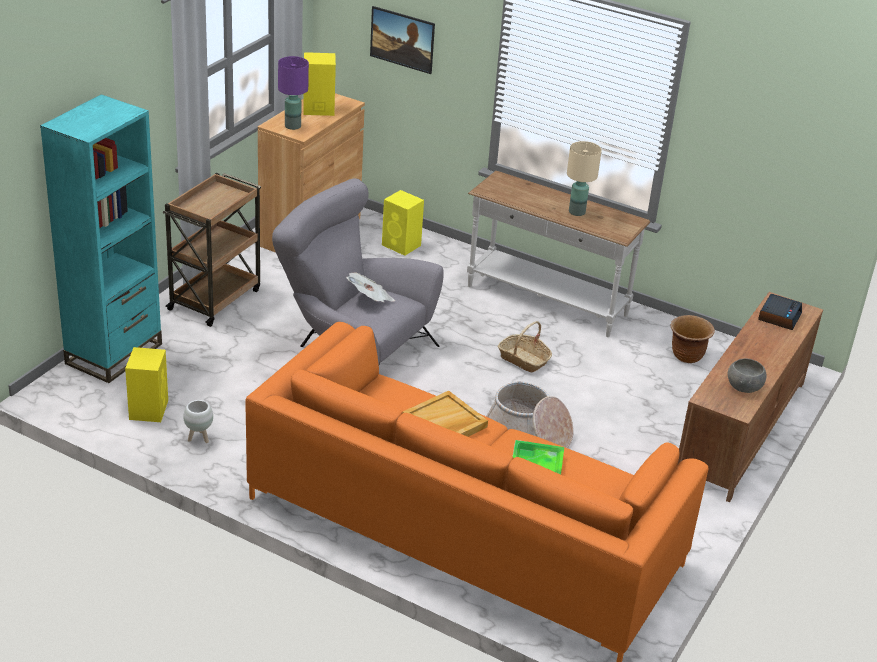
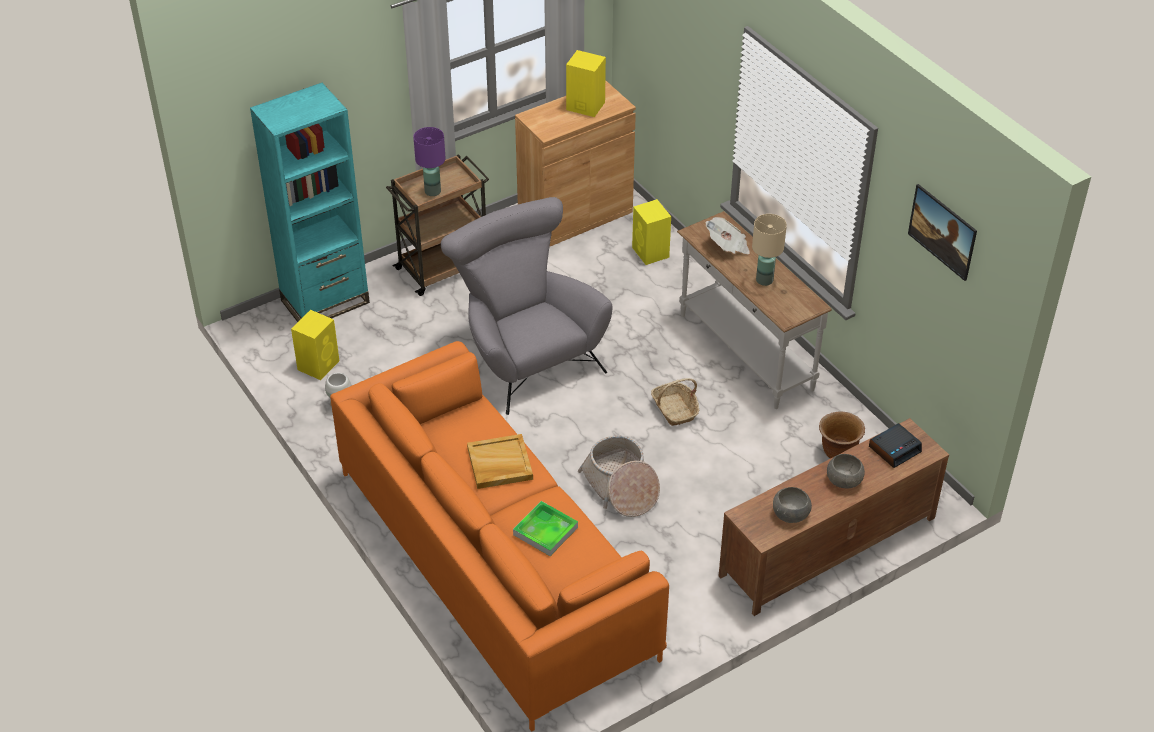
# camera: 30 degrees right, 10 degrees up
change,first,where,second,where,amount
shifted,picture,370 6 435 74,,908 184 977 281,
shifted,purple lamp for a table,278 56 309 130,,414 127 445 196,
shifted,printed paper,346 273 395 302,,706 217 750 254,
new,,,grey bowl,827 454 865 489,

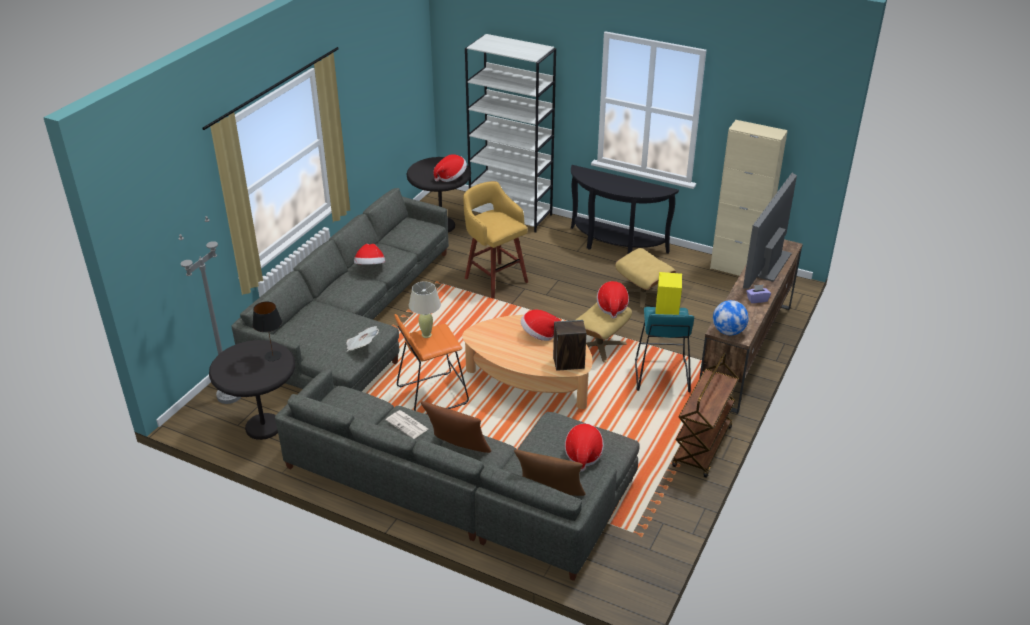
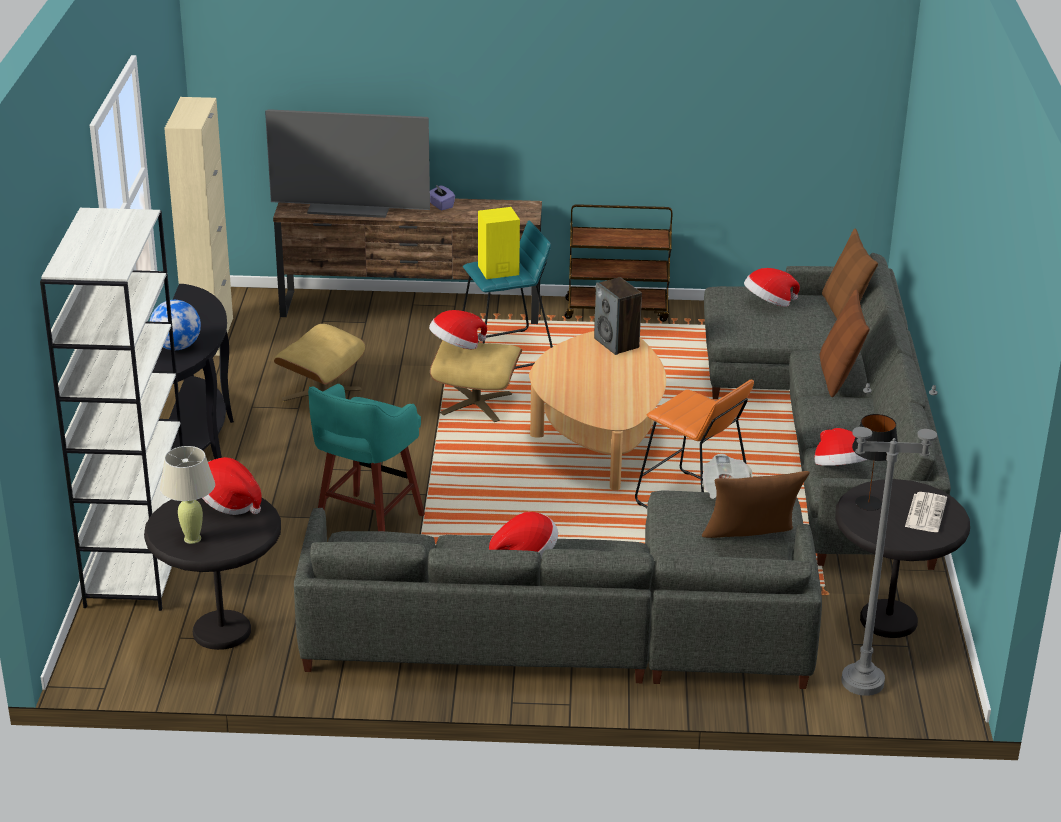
# camera: 115 degrees left, 5 degrees down
change,first,where,second,where,amount
repainted,yellow-coloured stool,463 181 528 299,turquoise stool,308 384 425 531,
shifted,beige lamp for a table,409 281 441 338,,160 446 215 544,
shifted,globe,713 300 749 335,,150 300 201 350,
shifted,hat,521 310 560 341,,814 428 868 466,
shifted,printed paper,385 410 428 439,,905 492 947 532,
new,,,brownish throw pillow,702 471 810 538,

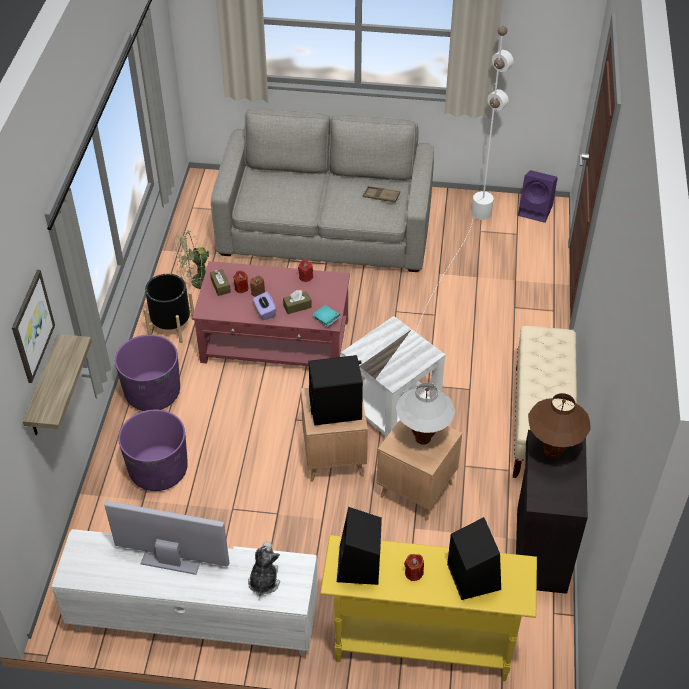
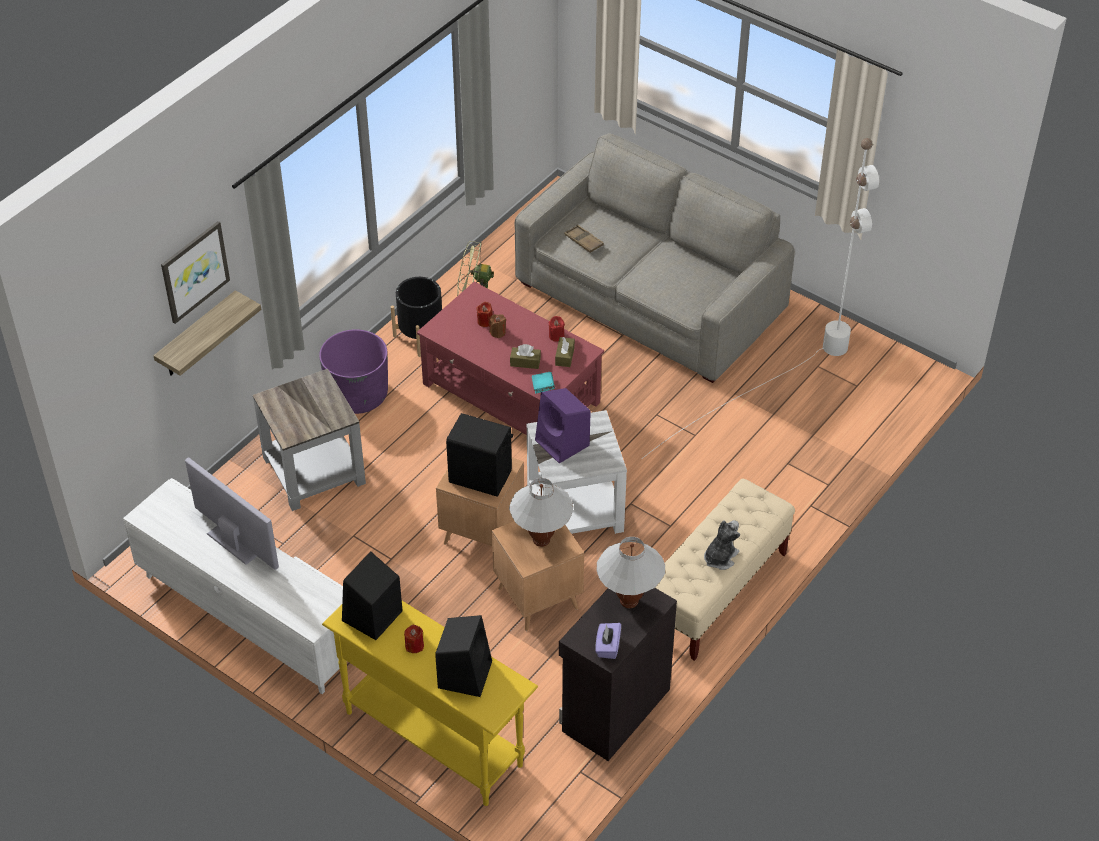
# camera: 30 degrees right, 0 degrees up
change,first,where,second,where,amount
shifted,purple loudspeaker,518 170 558 223,,535 388 591 463,
shifted,brownish carrying tray,363 186 400 202,,564 225 604 253,
shifted,brownish box of tissues,210 269 231 296,,555 337 575 367,
shifted,purple box of tissues,253 292 276 320,,595 623 621 659,
repainted,brownish lamp for a table,528 393 591 459,white lamp for a table,596 537 665 608,
swapped,purple plant pot,118 409 188 491,grey accent table,253 369 366 511,
shifted,soft toy,248 542 280 597,,704 520 740 570,

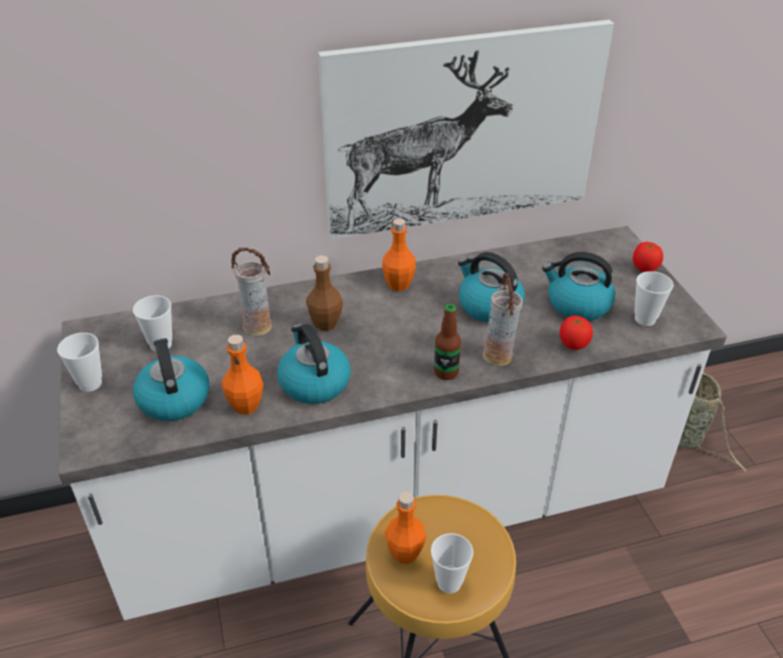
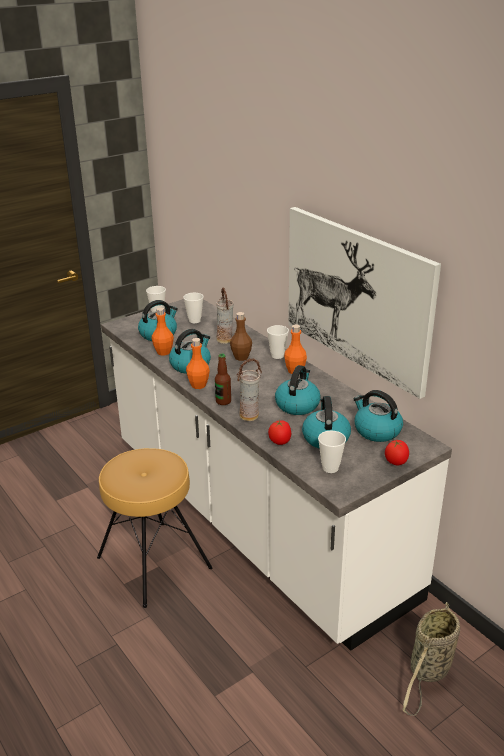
# camera: 70 degrees right, 10 degrees down
change,first,where,second,where,amount
shifted,orange drink bottle,385 492 426 564,,186 338 210 389,
shifted,small cup,431 533 473 594,,267 325 289 359,
new,,,water kettle,353 390 403 442,

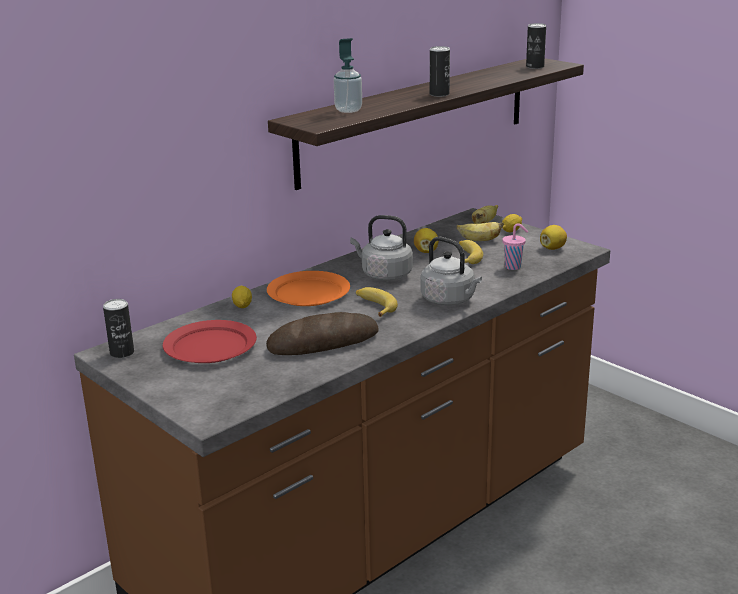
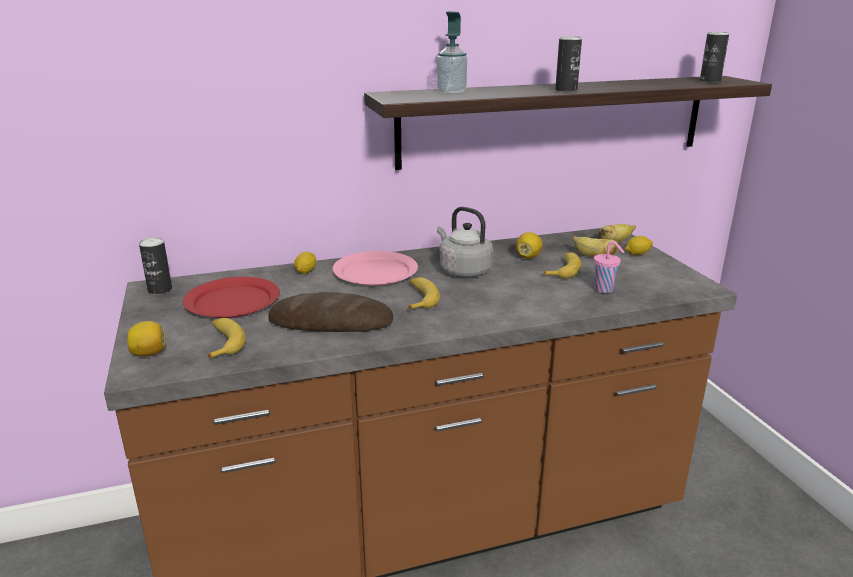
# camera: 25 degrees right, 0 degrees up
change,first,where,second,where,amount
shifted,lemon,540 225 567 250,,127 321 166 356,
gone,grey water kettle,421 237 482 306,,,
repainted,orange plate,267 271 350 306,pink plate,333 251 418 286,
new,,,banana fruit,208 318 246 359,

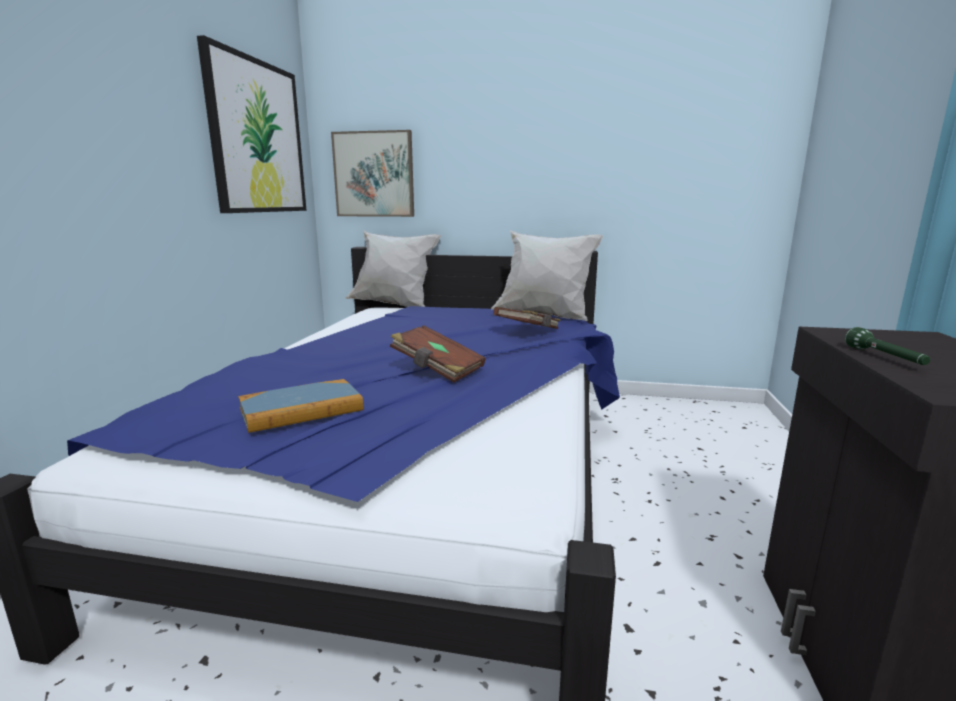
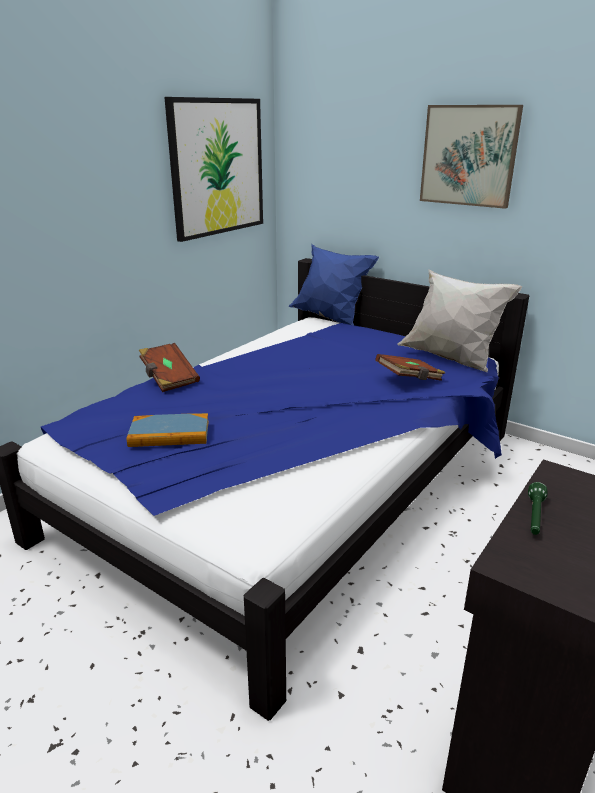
# camera: 25 degrees right, 10 degrees up
change,first,where,second,where,amount
shifted,picture,331 130 414 217,,420 105 523 209,
repainted,white throw pillow,345 230 441 307,bluish throw pillow,289 244 379 326,
shifted,brownish volume,390 325 486 383,,139 343 200 392,

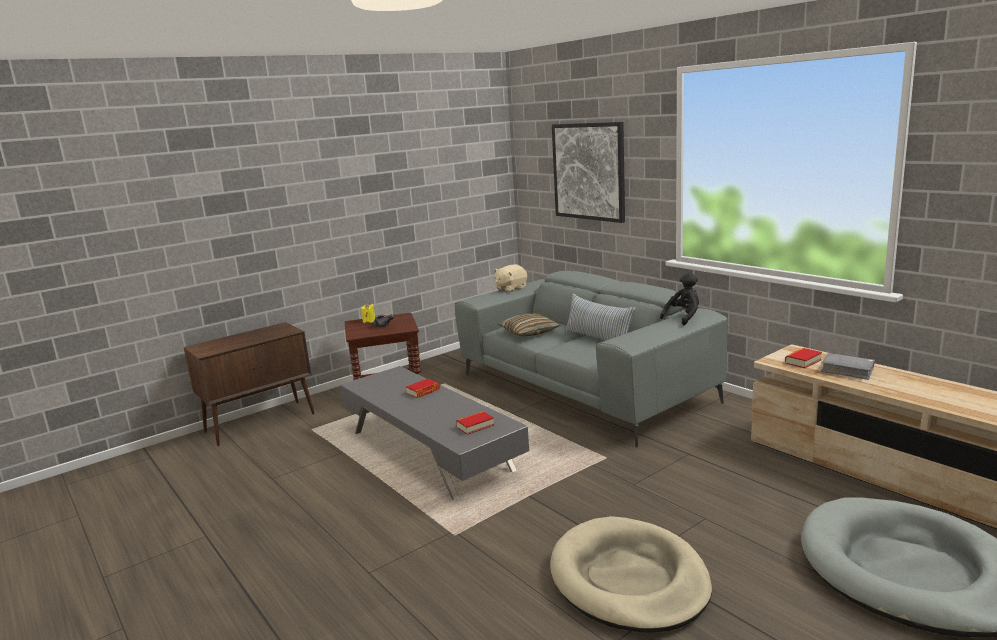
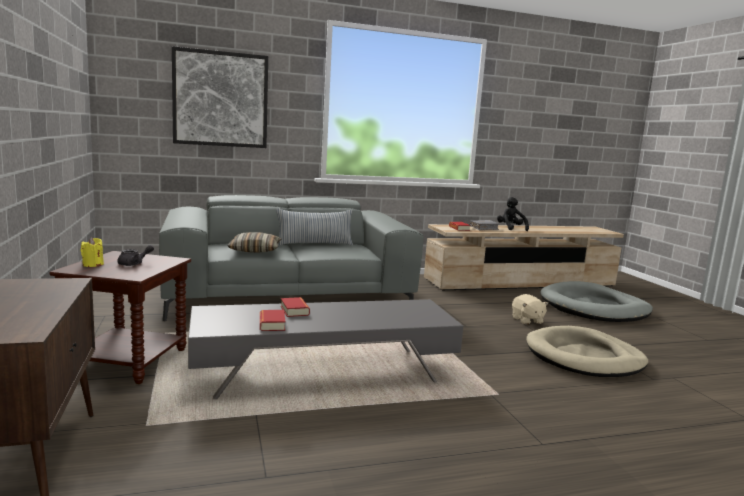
# camera: 70 degrees left, 5 degrees down
change,first,where,second,where,amount
shifted,beige soft toy,494 264 527 292,,512 294 549 325,
shifted,blackish soft toy,660 273 699 325,,497 197 529 231,
shifted,volume,456 411 494 435,,260 310 285 331,

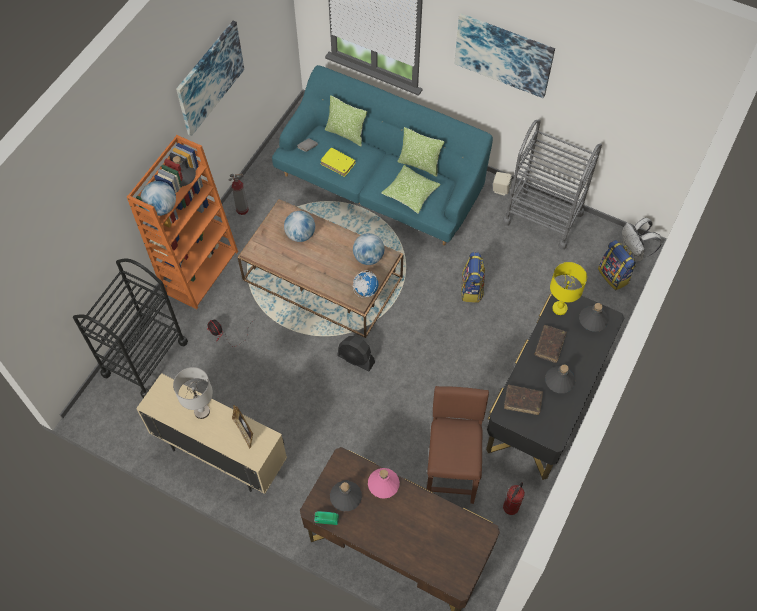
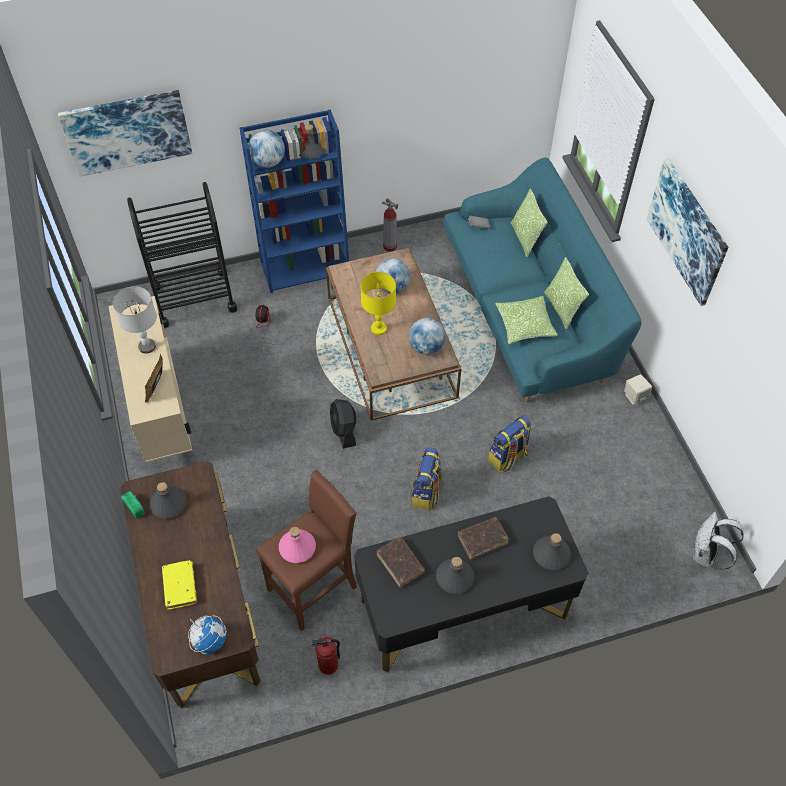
# camera: 45 degrees right, 5 degrees down
change,first,where,second,where,amount
shifted,picture,176 21 245 136,,58 90 192 177,
gone,grey wheeled cart,502 119 602 250,,,
repainted,orange bookshelf,127 135 238 309,bluish bookshelf,239 110 349 293,
shifted,yellow-coloured volume,321 148 356 177,,162 560 197 610,
shifted,backpack,598 240 636 290,,410 447 443 510,
shifted,yellow-coloured lamp for a table,550 262 587 315,,360 272 396 335,
shifted,globe,353 270 379 297,,188 616 227 654,
shifted,pink drink bottle,368 468 400 499,,279 527 316 563,

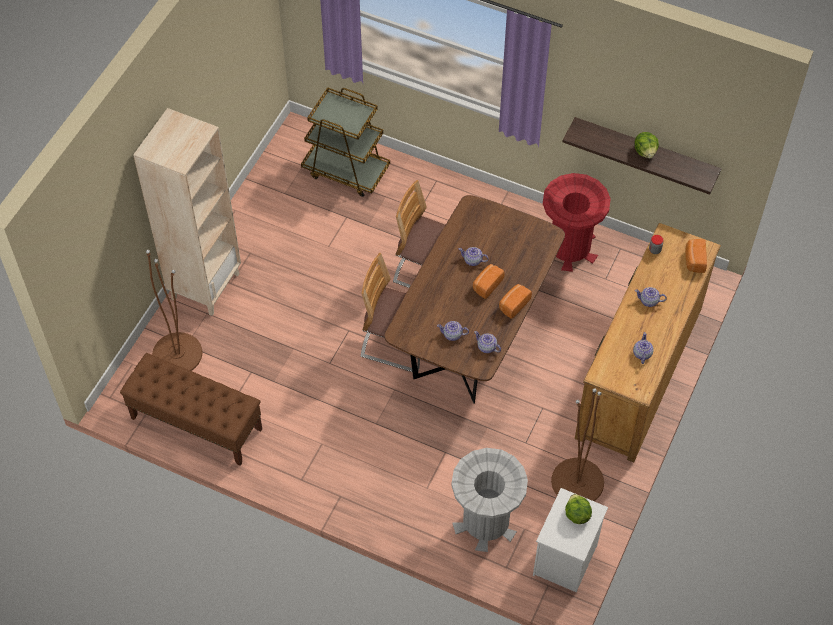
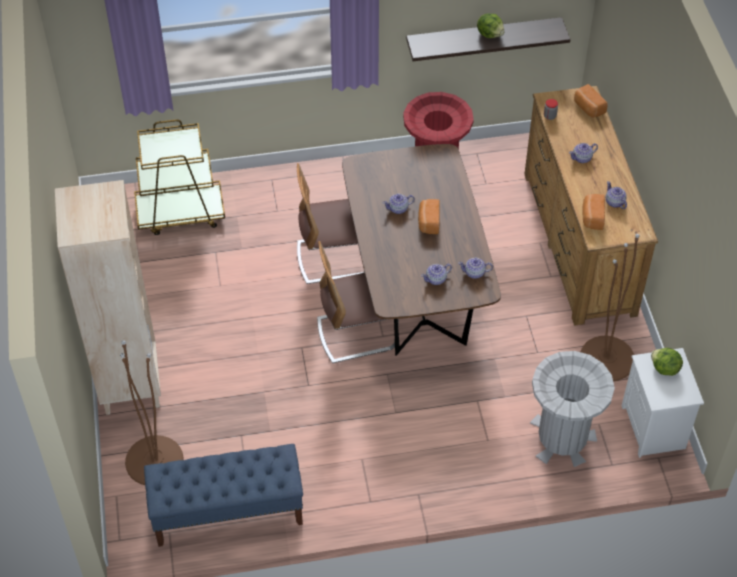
# camera: 35 degrees left, 5 degrees down
change,first,where,second,where,amount
shifted,bakery bread,499 284 532 319,,582 194 605 230,
repainted,brownish indoor bench,120 353 262 466,bluish indoor bench,144 444 303 547,

